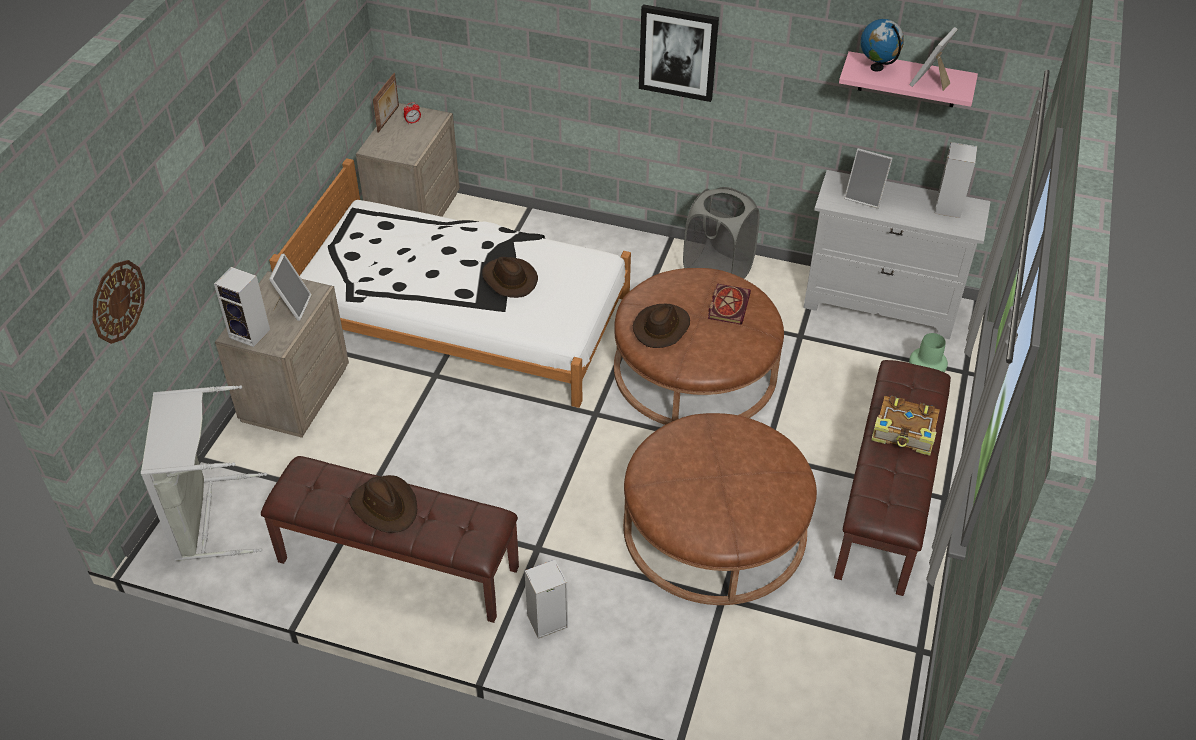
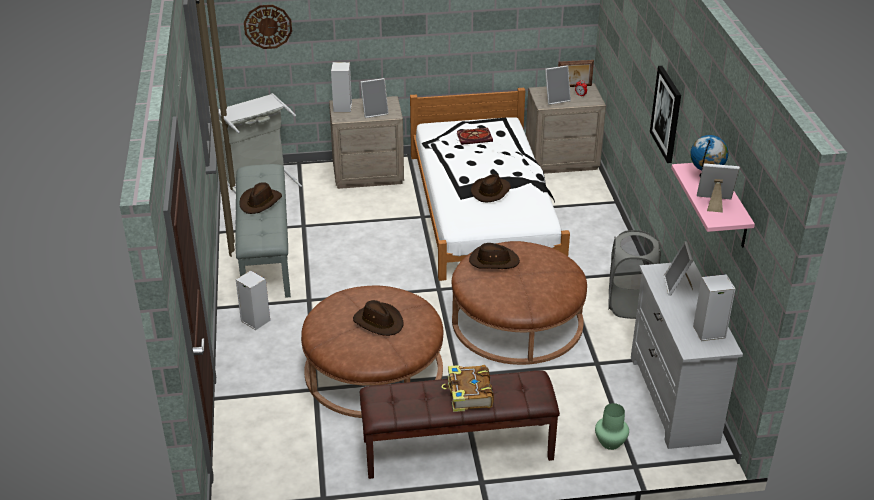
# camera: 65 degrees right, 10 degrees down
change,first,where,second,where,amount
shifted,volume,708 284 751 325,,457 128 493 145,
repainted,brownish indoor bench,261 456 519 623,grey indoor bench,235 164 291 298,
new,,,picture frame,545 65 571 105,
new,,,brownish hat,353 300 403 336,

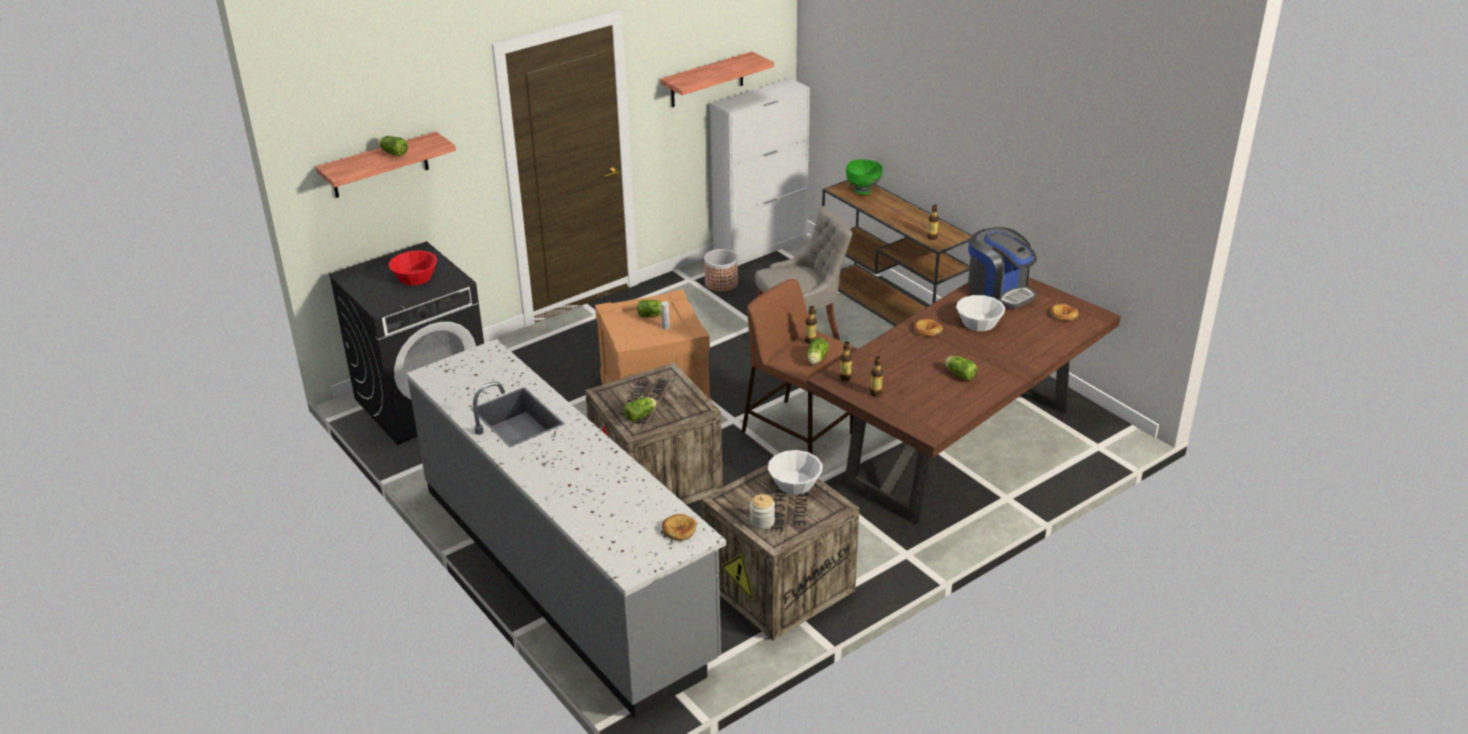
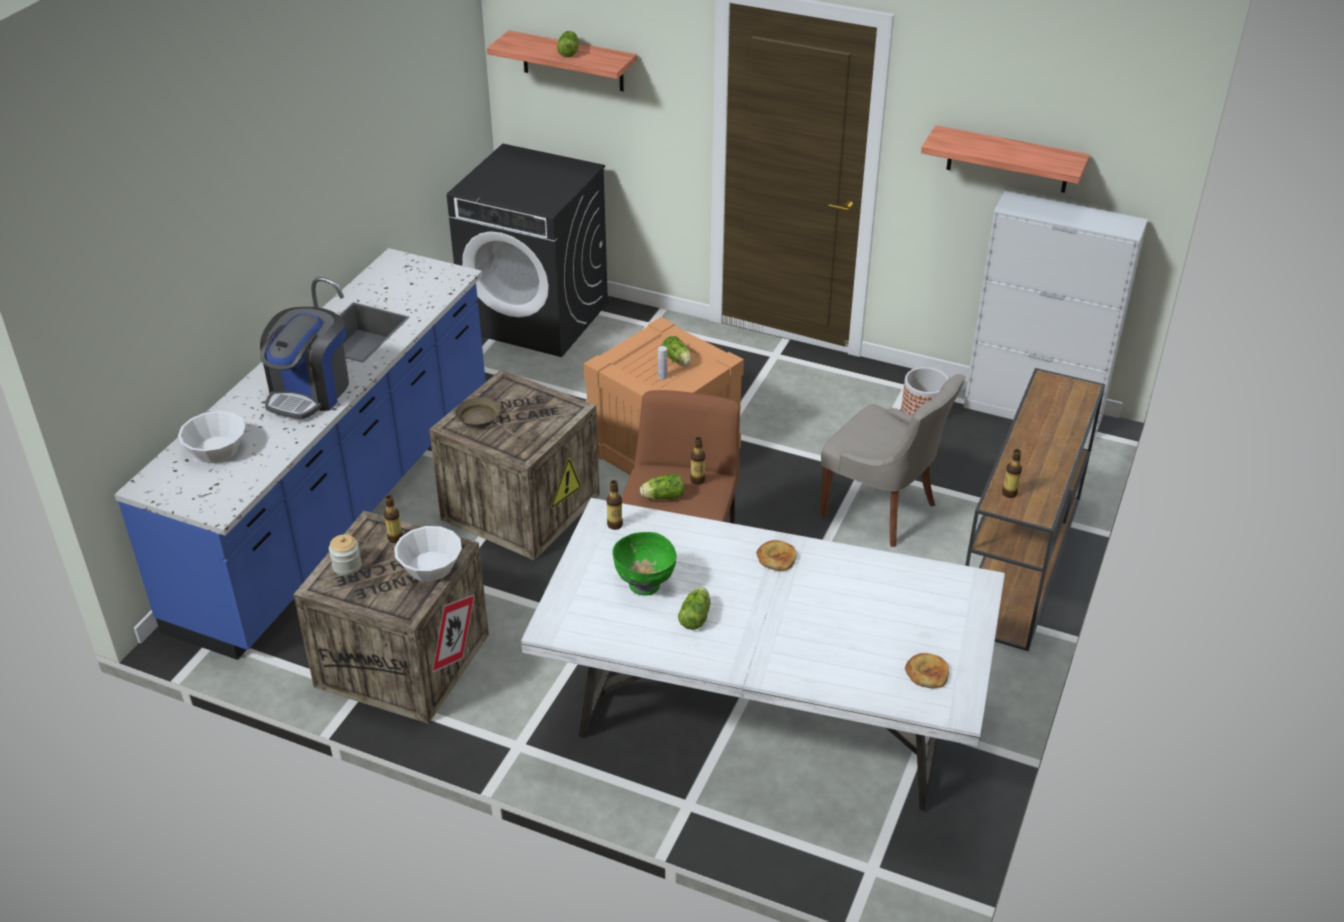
# camera: 60 degrees right, 5 degrees up
change,first,where,second,where,amount
shifted,green-coloured bowl,846 159 883 195,,612 532 677 596,
shifted,coffee brewer,968 227 1037 309,,260 307 349 419,
gone,red-coloured bowl,389 250 437 286,,,
repainted,brownish dinner table,807 277 1121 524,white dinner table,521 498 1005 811,
shifted,white bowl,956 295 1005 331,,178 411 245 463,
repainted,grey kitchen counter,406 339 726 718,bluish kitchen counter,114 248 486 660,
shifted,drink bottle,870 356 883 397,,384 495 403 543,
swapped,lettuce head,623 397 657 421,brownish pan,455 398 520 439,
gone,bakery bread,662 514 697 541,,,

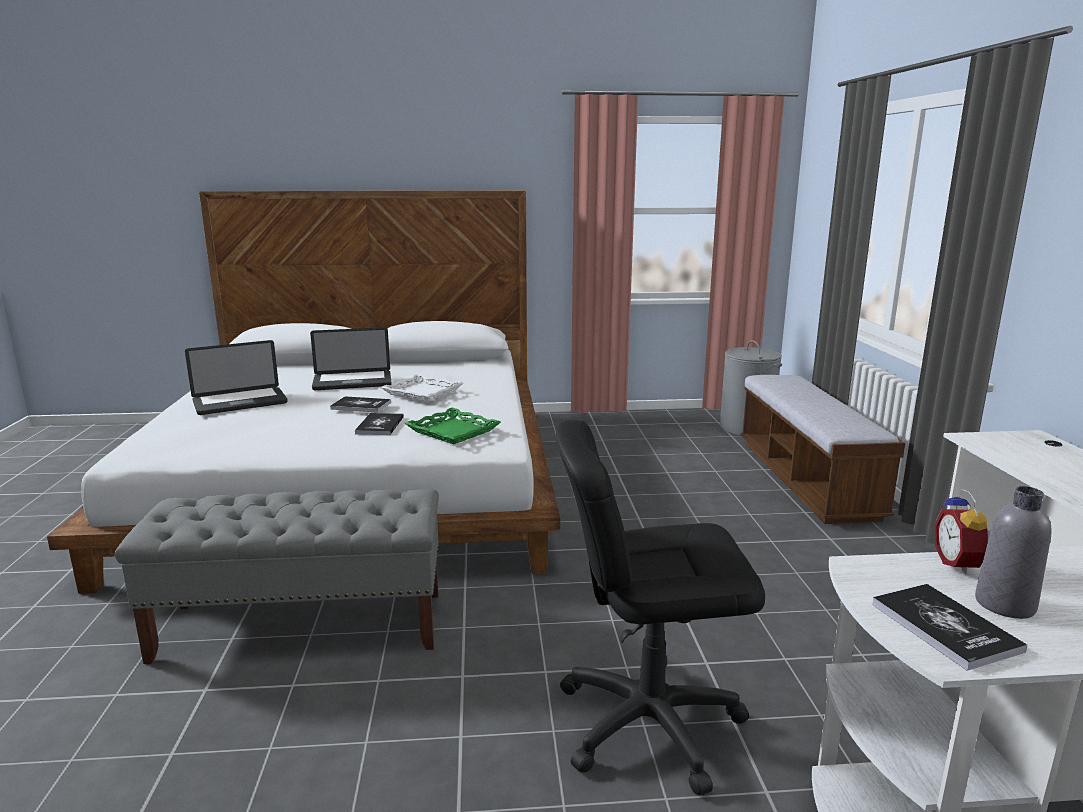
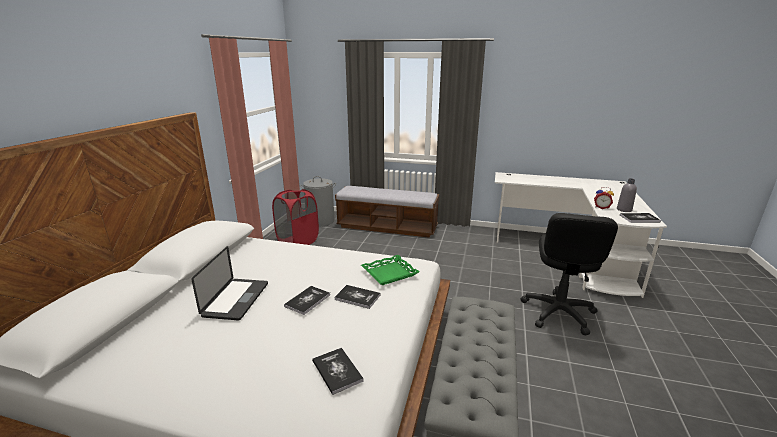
# camera: 70 degrees left, 5 degrees up
change,first,where,second,where,amount
gone,laptop,185 340 288 415,,,
gone,white carrying tray,380 374 463 402,,,
new,,,red-coloured washing basket,272 189 319 245,
new,,,volume,312 347 364 395,

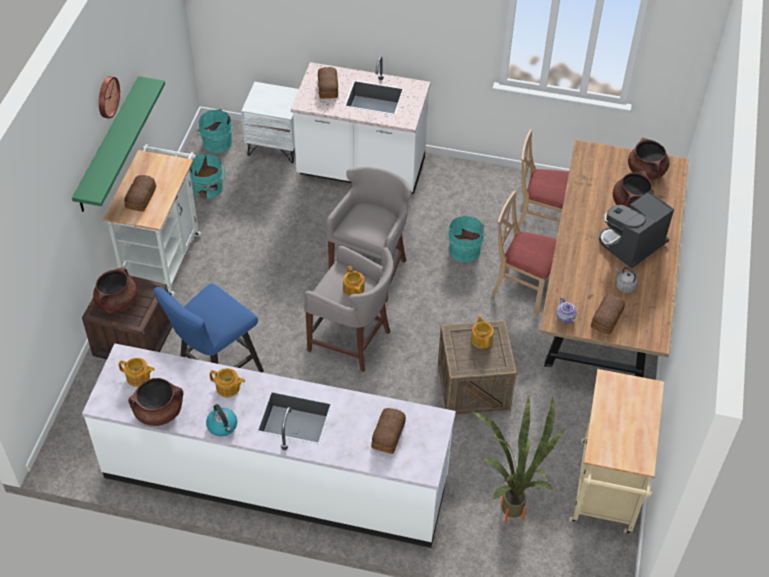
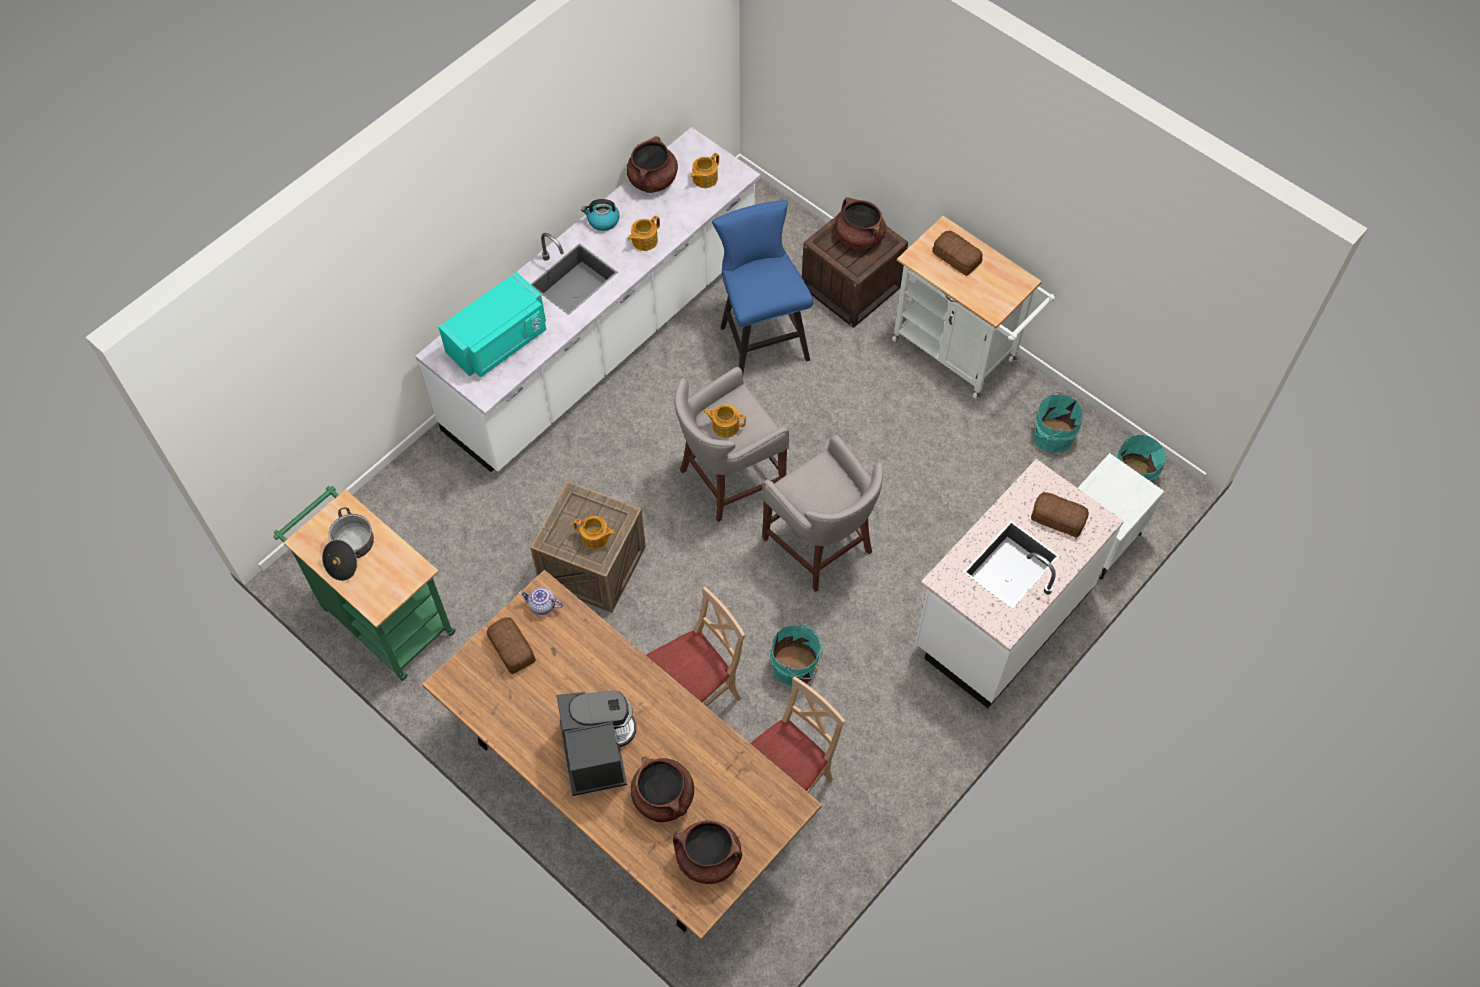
# camera: 120 degrees right, 10 degrees up
change,first,where,second,where,amount
gone,green-coloured shelf,72 76 165 212,,,
gone,hanging clock,99 76 120 119,,,
gone,grey water kettle,616 267 638 293,,,
repainted,beige wheeled cart,569 369 664 535,green-coloured wheeled cart,273 486 456 681,
gone,houseplant,471 396 566 523,,,
swapped,bakery bread,371 408 406 454,turquoise microwave,438 272 546 377,
new,,,saucepot,322 507 374 581,

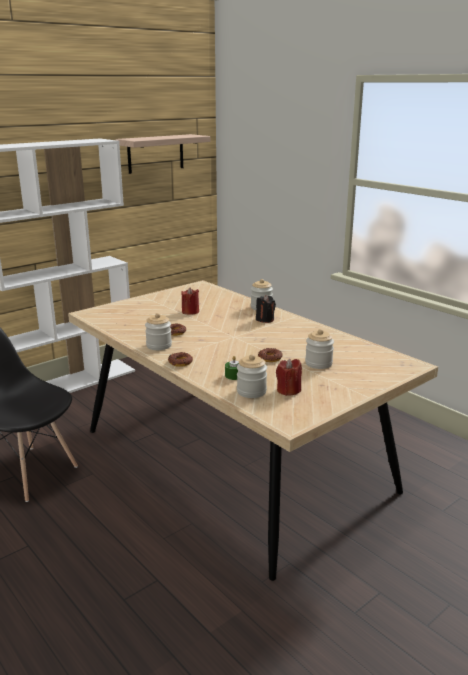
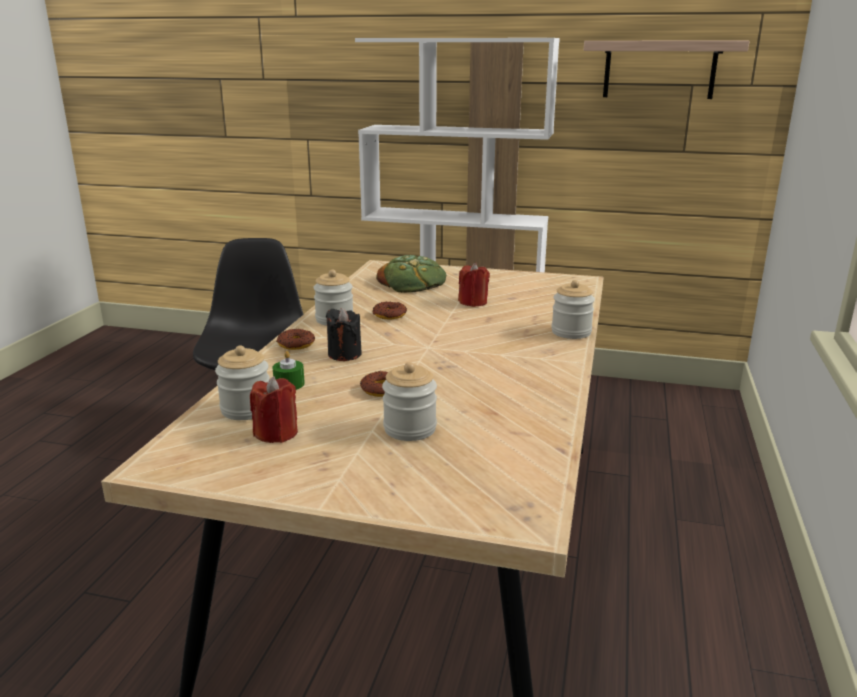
# camera: 55 degrees right, 0 degrees up
change,first,where,second,where,amount
shifted,blackish candle,256 295 276 323,,326 308 362 361,
new,,,bakery bread,376 255 447 293,

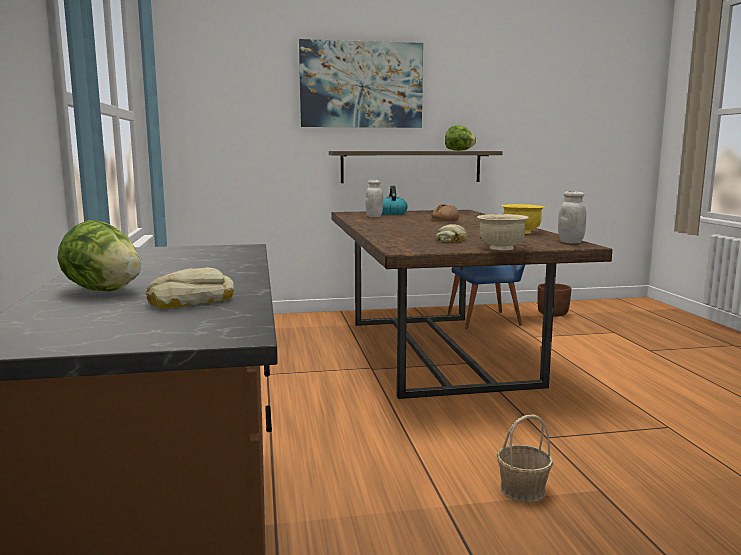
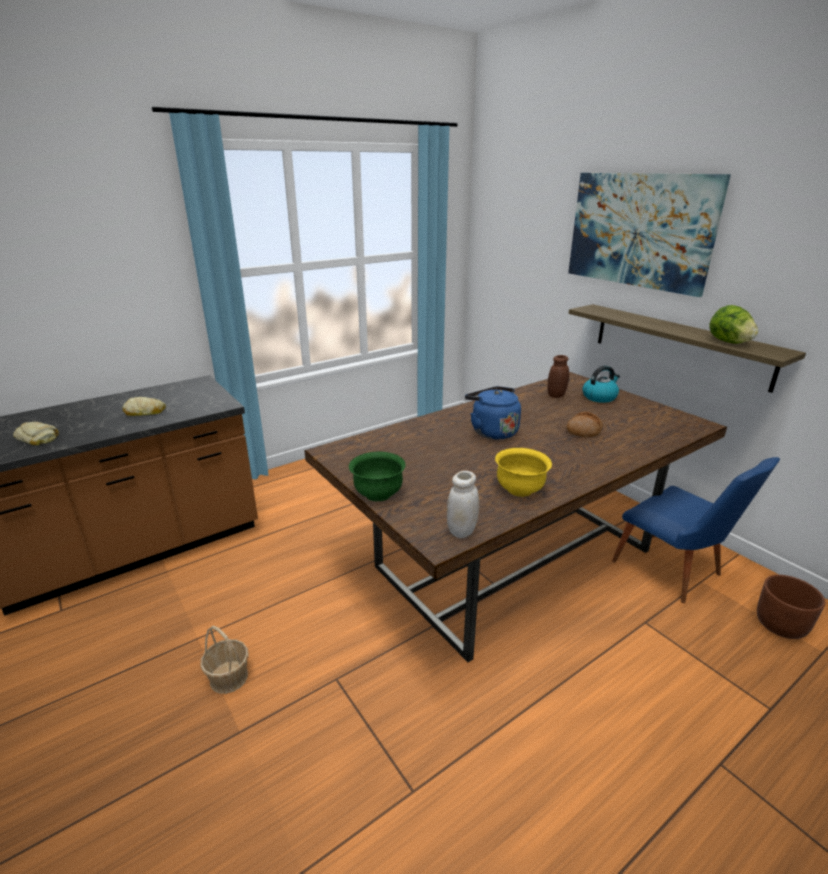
# camera: 65 degrees right, 15 degrees up
change,first,where,second,where,amount
repainted,white storage jar,366 180 383 217,brownish storage jar,547 355 569 398,
repainted,beige bowl,477 214 529 250,green-coloured bowl,349 452 406 501,
gone,lettuce head,57 220 141 292,,,
shifted,bakery bread,436 224 467 242,,122 397 166 416,
new,,,bluish water kettle,465 386 521 440,

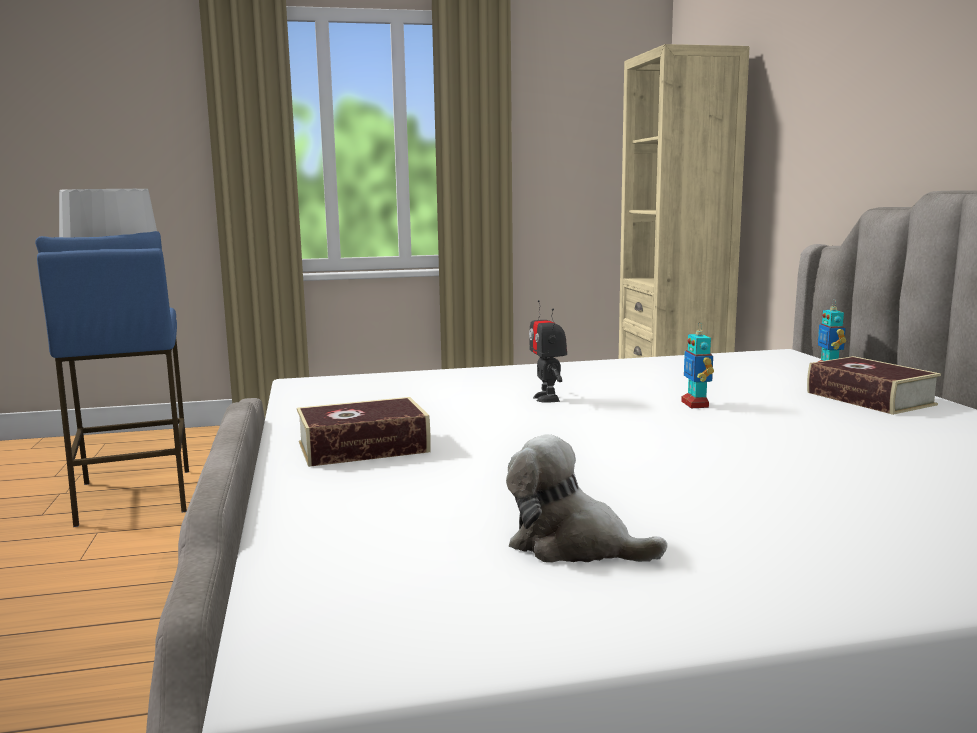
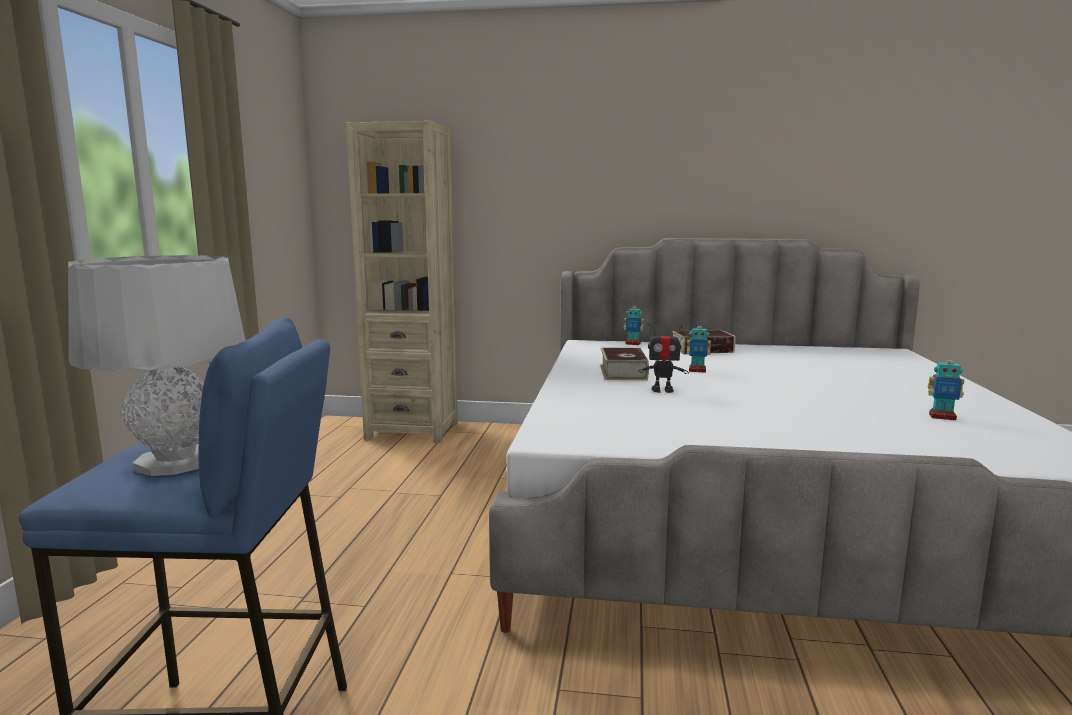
# camera: 70 degrees left, 0 degrees up
change,first,where,second,where,amount
shifted,volume,297 397 431 467,,600 348 649 380,
swapped,soft toy,506 434 667 563,robot figure,928 353 964 420,

